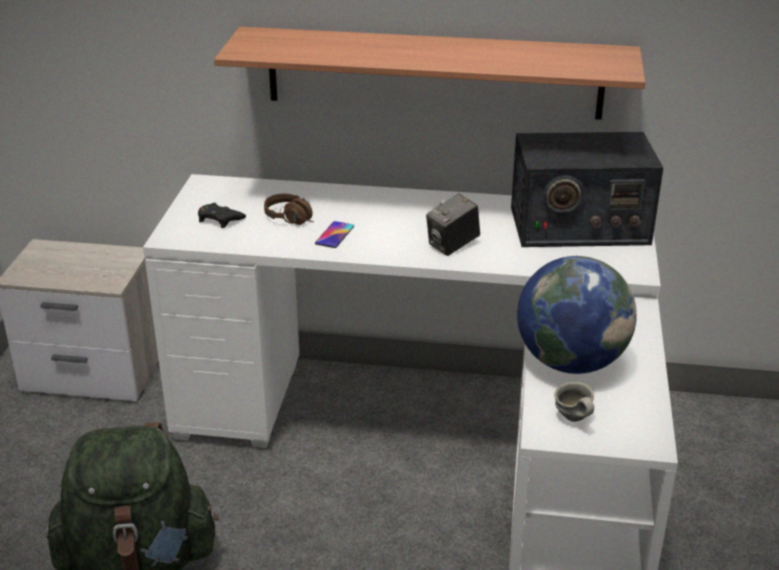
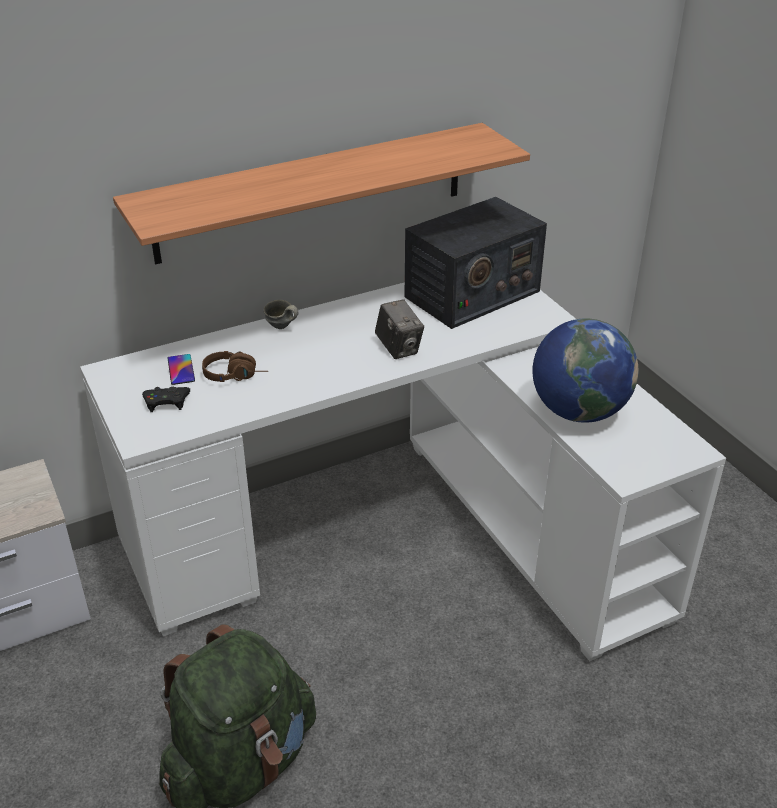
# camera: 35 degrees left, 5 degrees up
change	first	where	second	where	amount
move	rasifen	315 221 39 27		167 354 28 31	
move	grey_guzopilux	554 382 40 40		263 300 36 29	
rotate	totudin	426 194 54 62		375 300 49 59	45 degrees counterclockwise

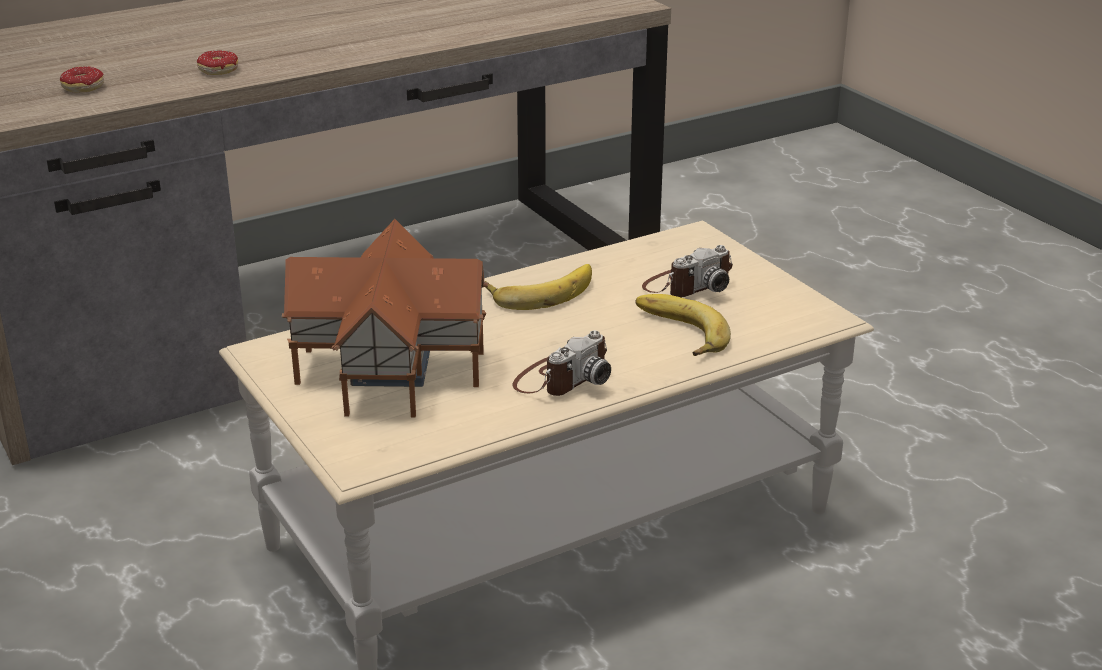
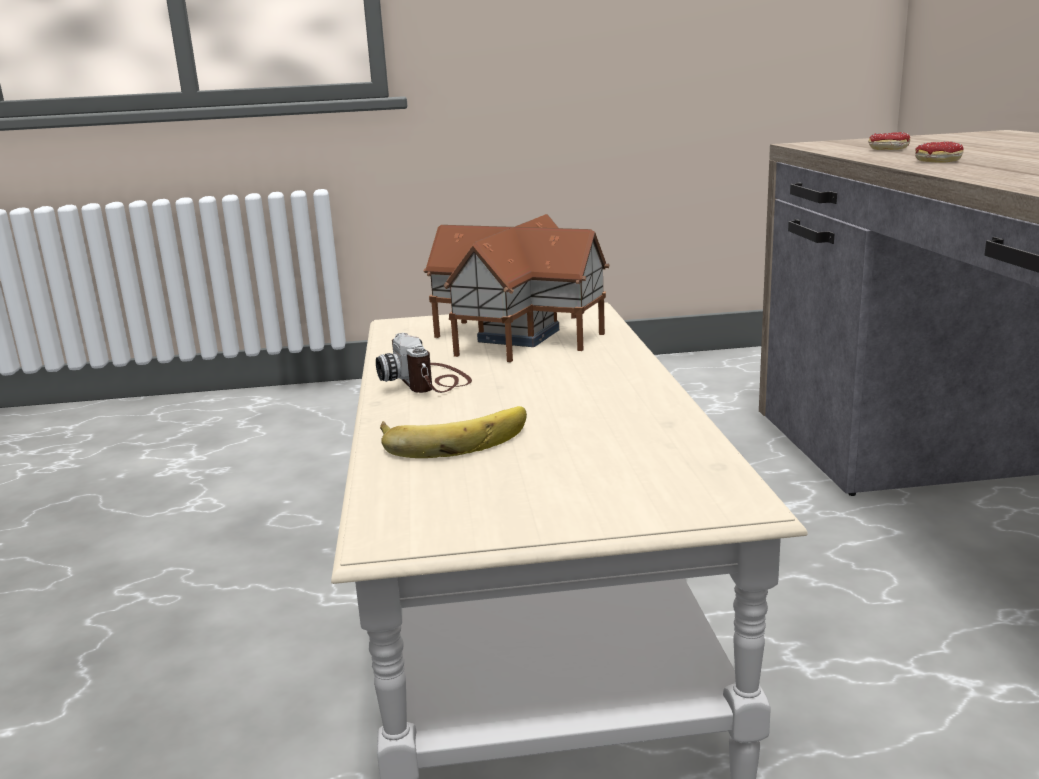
# camera: 115 degrees right, 10 degrees down
change	first	where	second	where	amount
delete	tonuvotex	485 264 107 46			
delete	totudin	642 245 91 52			

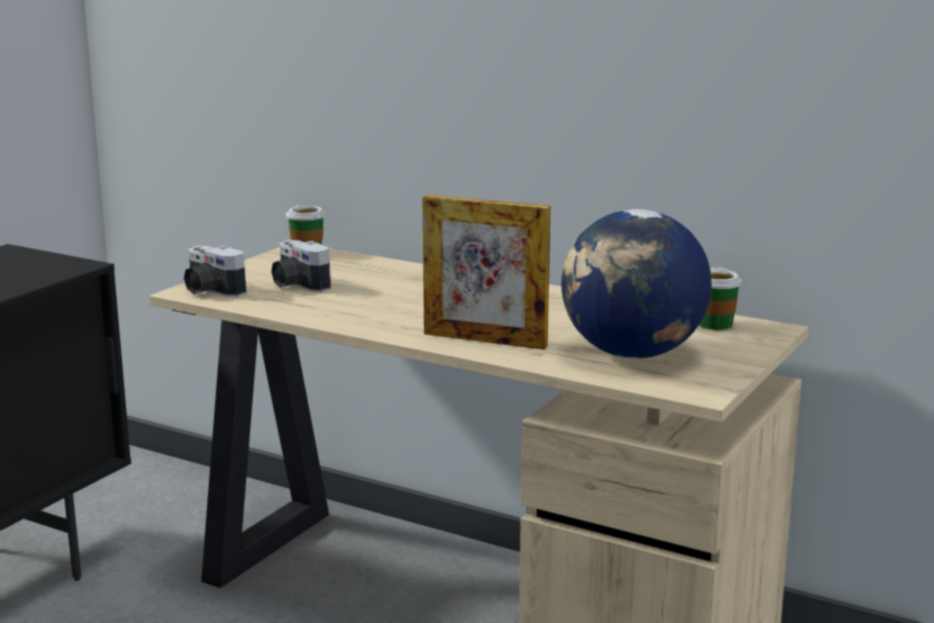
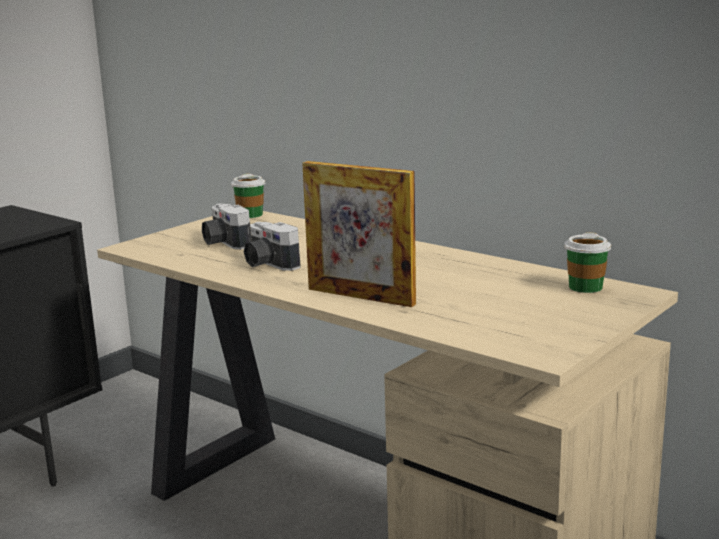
# camera: 10 degrees right, 0 degrees up
change	first	where	second	where	amount
move	totudin	184 246 63 51		244 222 57 49	
delete	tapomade	561 209 150 149			

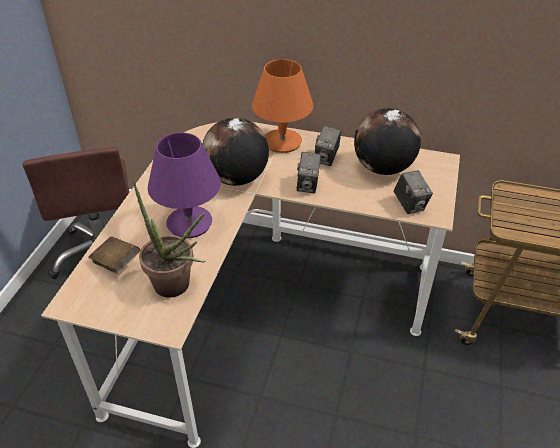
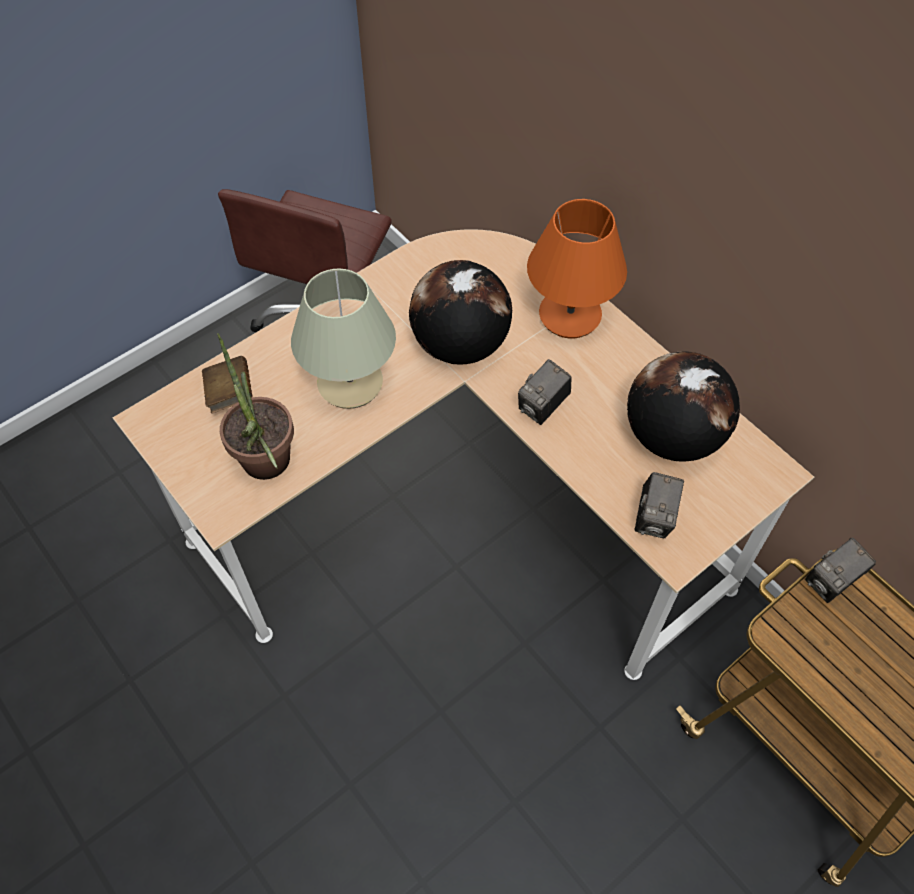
# camera: 35 degrees right, 15 degrees up
change	first	where	second	where	amount
recolor	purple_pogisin	148 133 73 105	beige_pogisin	291 269 105 140	
move	totudin	315 126 26 40		805 538 71 65	

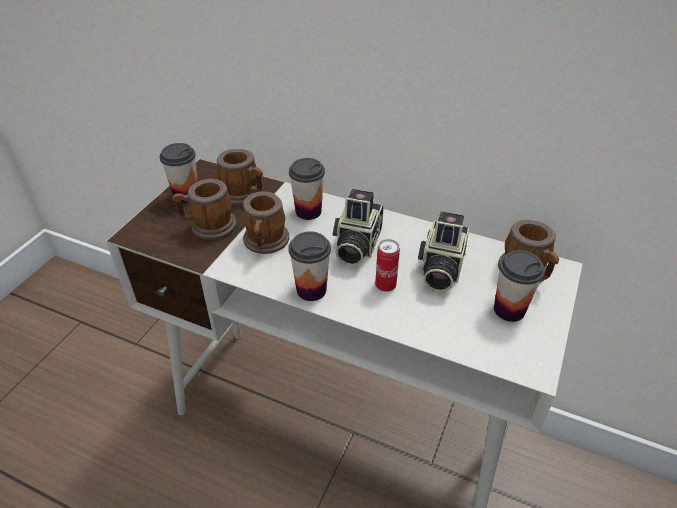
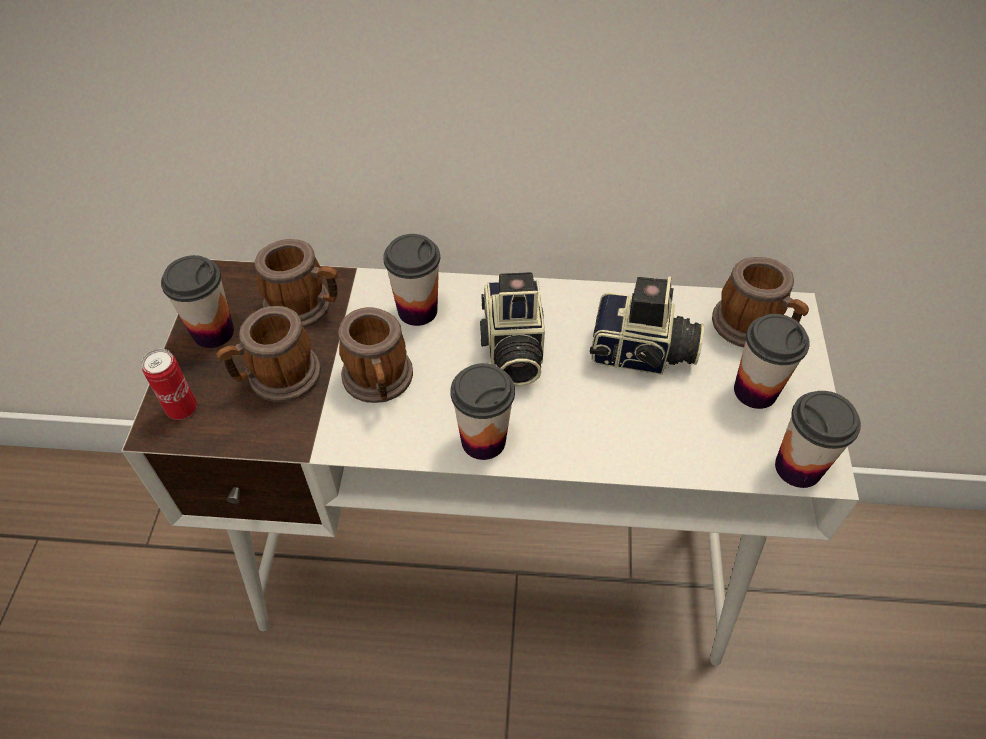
# camera: 20 degrees left, 10 degrees up
change	first	where	second	where	amount
move	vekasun	375 239 25 53		141 349 56 71	
rotate	totudin	418 212 52 80		590 276 114 99	75 degrees counterclockwise
insert			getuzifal	775 391 86 97	

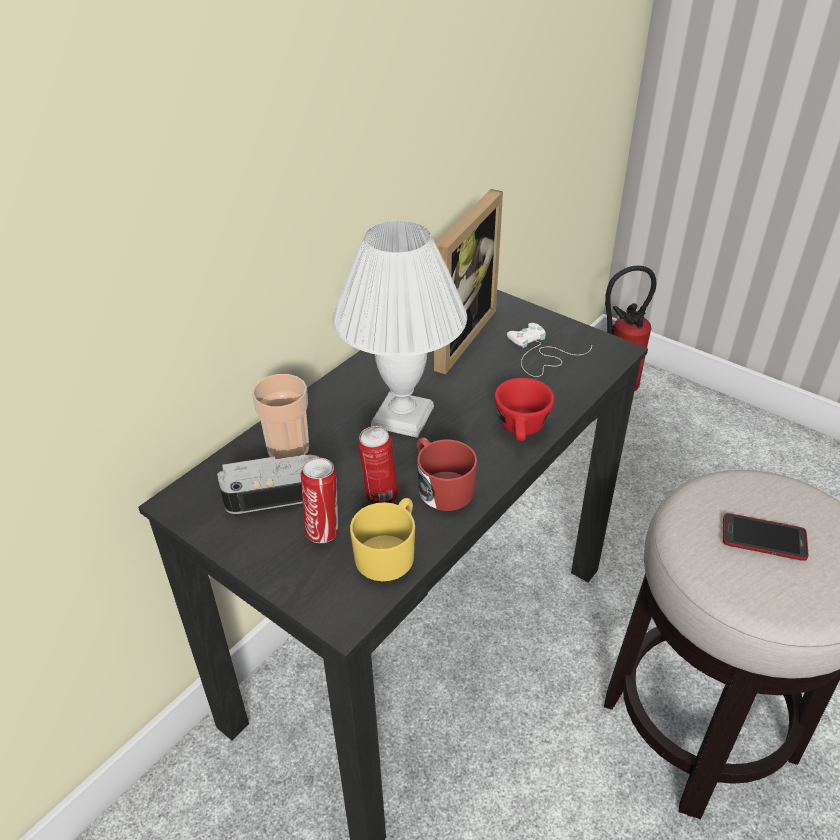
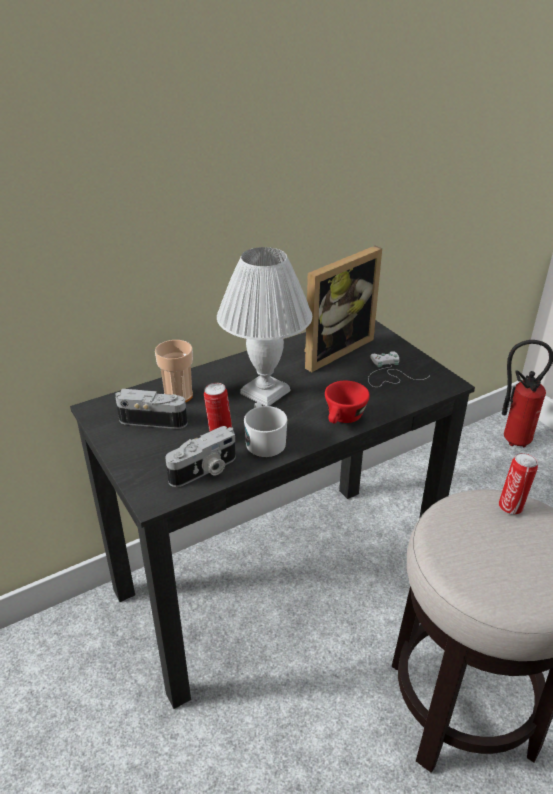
# camera: 20 degrees right, 5 degrees down
change	first	where	second	where	amount
replace	yellow_guzopilux	350 498 65 83	totudin	165 426 71 61	
recolor	red_guzopilux	417 438 60 73	white_guzopilux	244 402 43 55	
move	vekasun	301 458 37 85		499 453 39 62	
delete	rasifen	723 513 85 48			

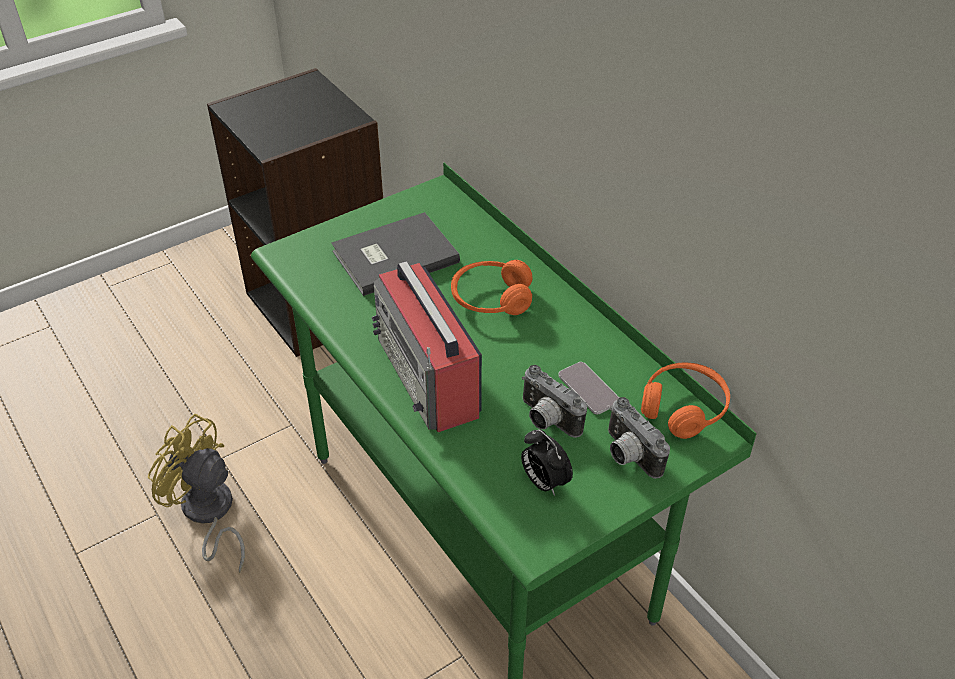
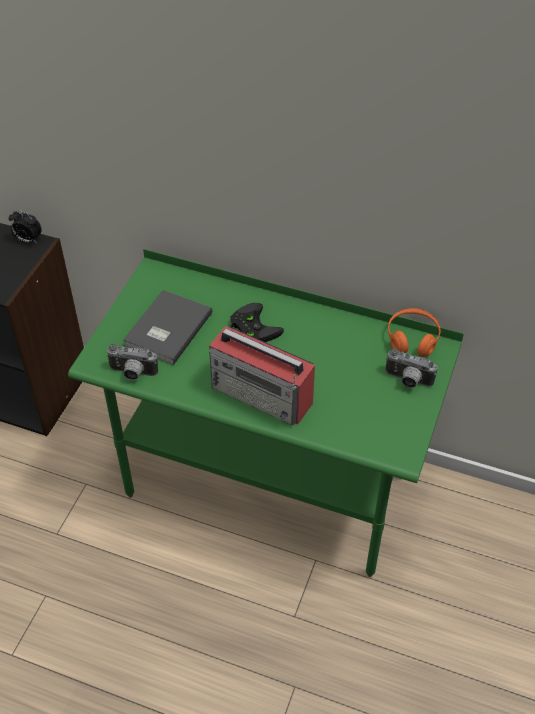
# camera: 35 degrees left, 5 degrees up
change	first	where	second	where	amount
move	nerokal	521 429 52 67		8 210 34 33	
move	totudin	522 365 65 73		106 344 52 36	
replace	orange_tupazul	451 260 82 55	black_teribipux	230 303 54 39	
delete	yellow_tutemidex	148 414 97 159			
delete	rasifen	558 362 61 52			

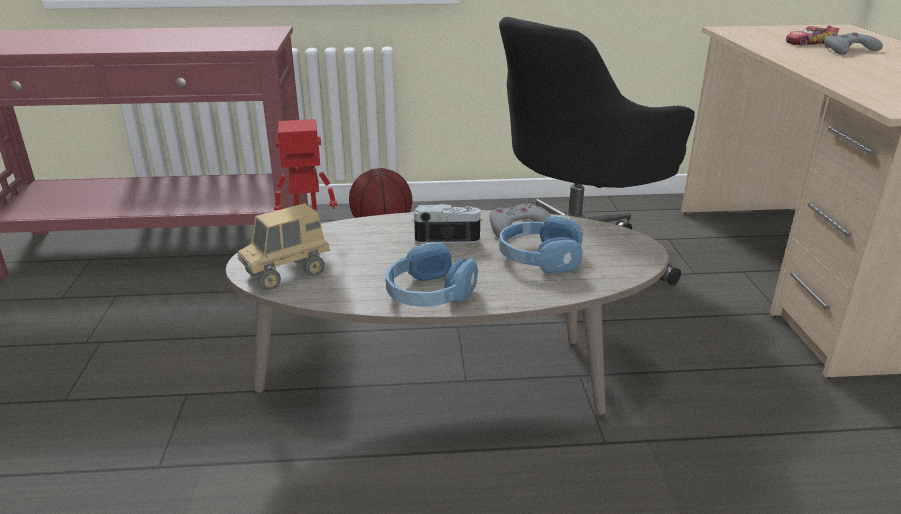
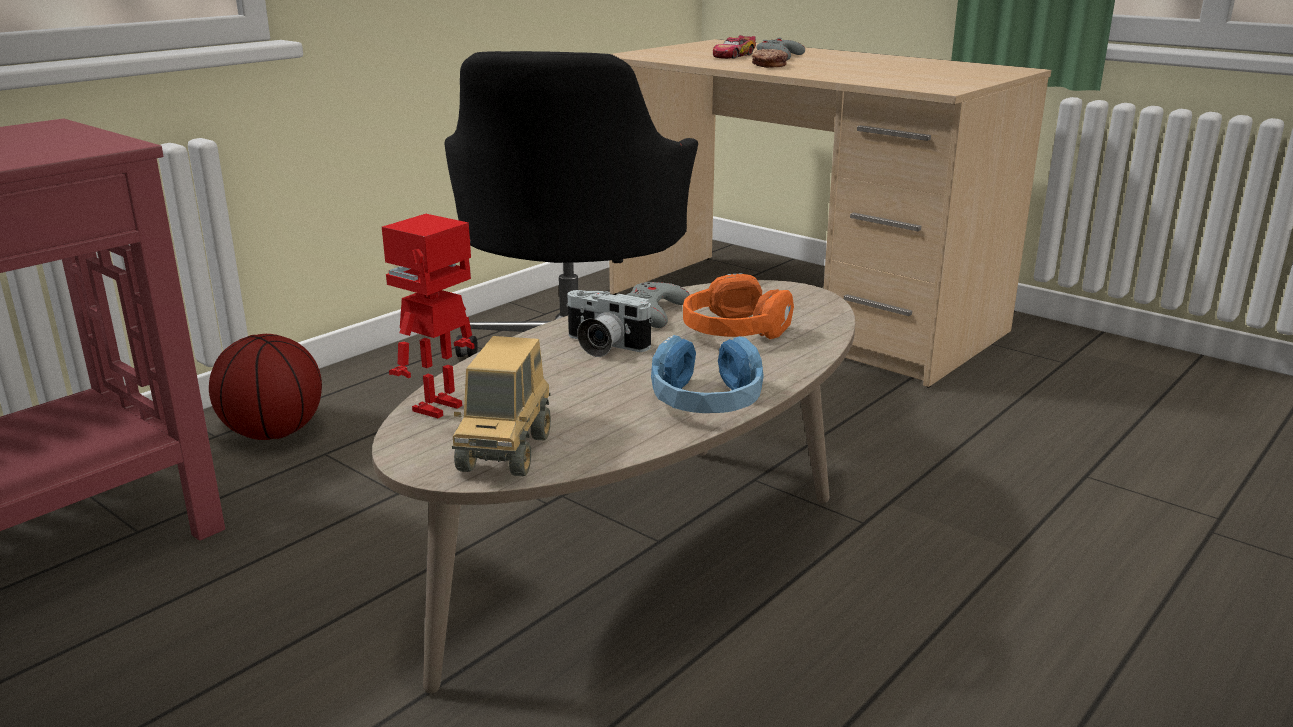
# camera: 45 degrees left, 5 degrees down
change	first	where	second	where	amount
rotate	totudin	412 204 71 39		566 290 87 67	105 degrees counterclockwise
recolor	blue_tupazul	499 216 84 58	orange_tupazul	683 273 111 66	
insert			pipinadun	752 49 36 19	

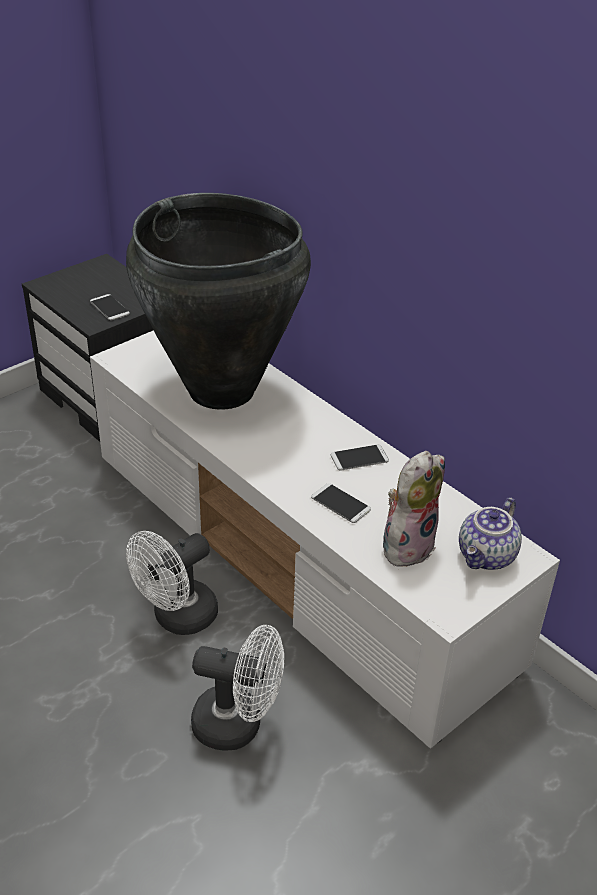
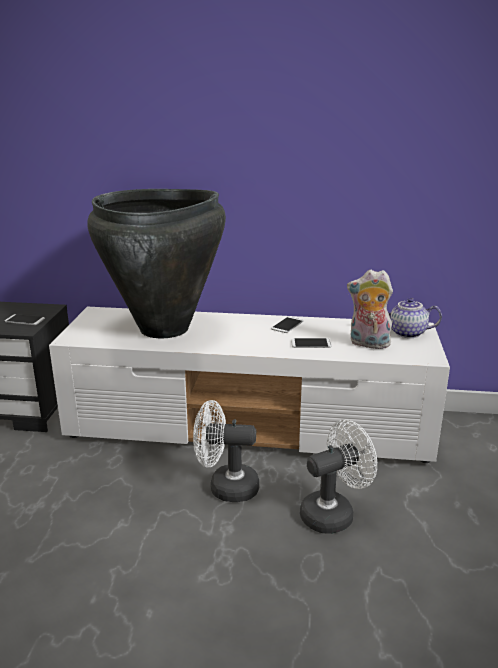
# camera: 40 degrees left, 15 degrees down
change	first	where	second	where	amount
rotate	white_tutemidex	126 531 92 104		193 400 66 102	90 degrees clockwise
rotate	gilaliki	383 451 62 116		347 270 46 79	75 degrees counterclockwise
rotate	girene	459 497 63 73		388 298 54 40	105 degrees clockwise

